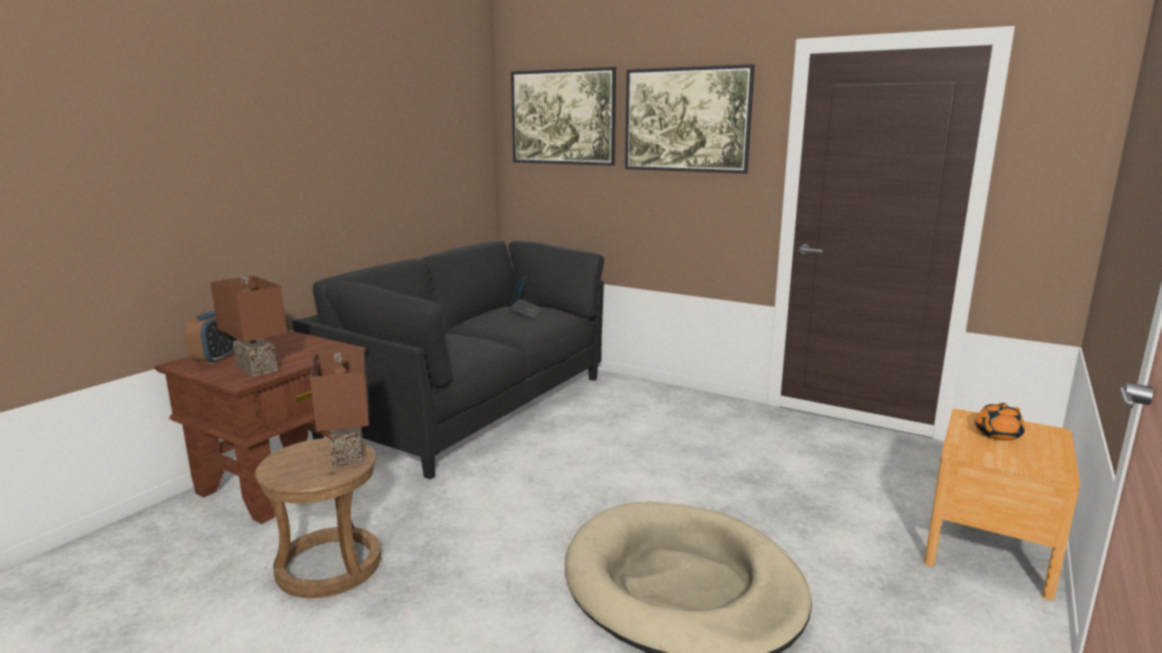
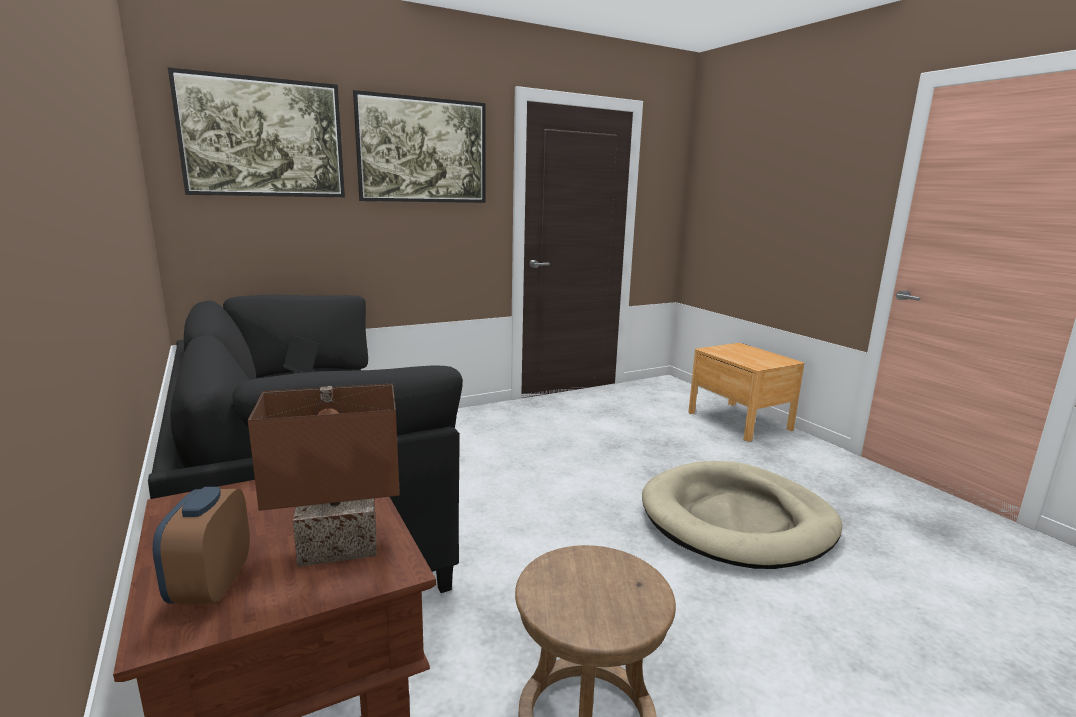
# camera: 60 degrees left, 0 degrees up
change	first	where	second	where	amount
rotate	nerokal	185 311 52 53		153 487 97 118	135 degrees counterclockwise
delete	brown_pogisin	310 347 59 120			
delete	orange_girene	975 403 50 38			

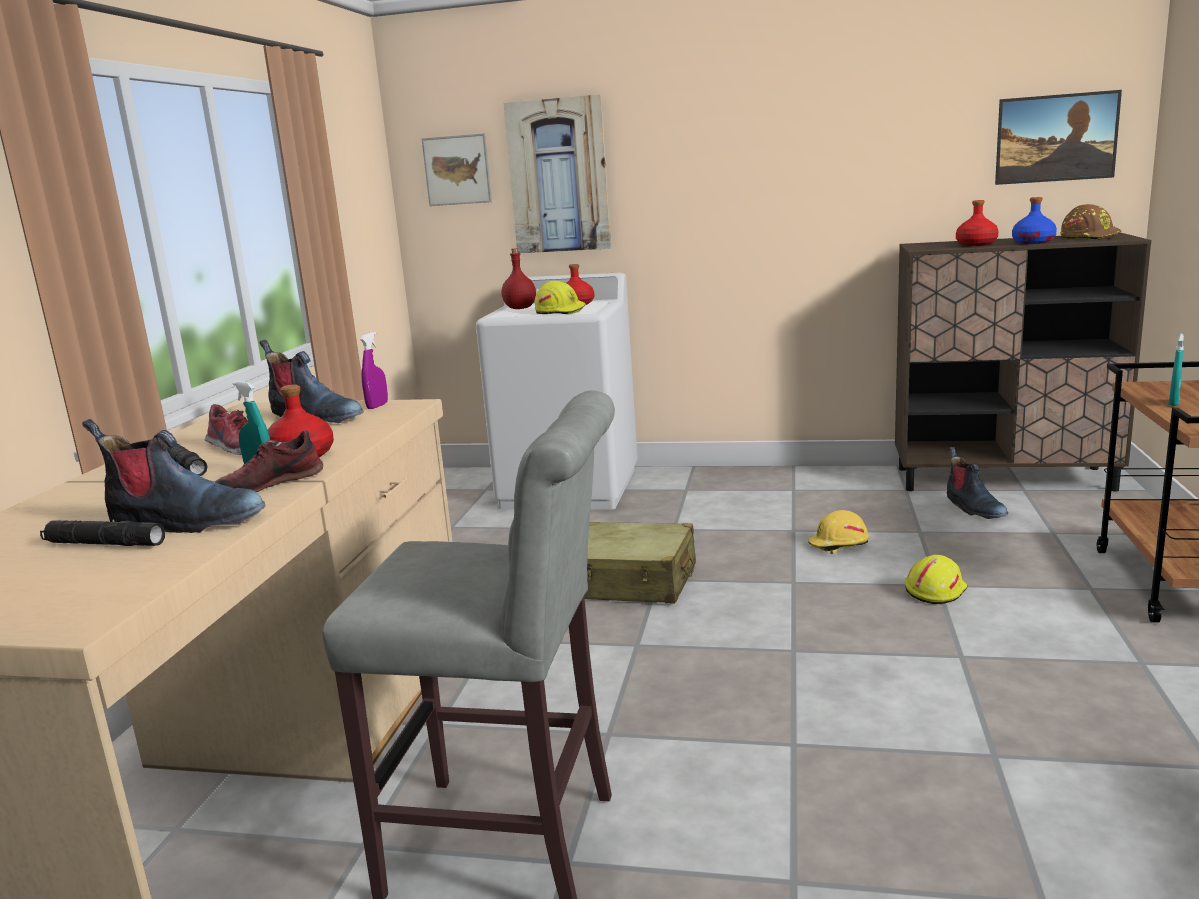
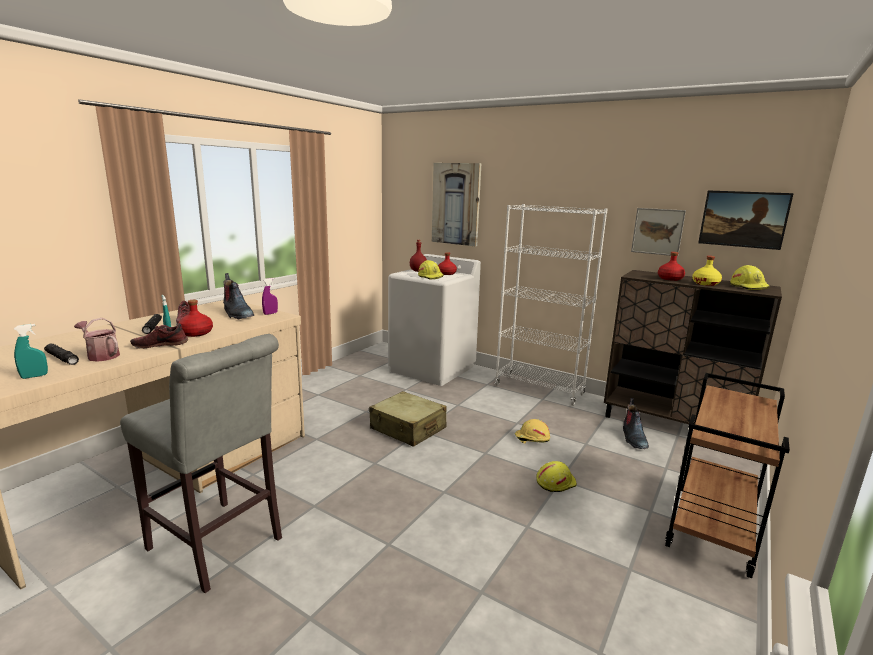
# camera: 20 degrees right, 0 degrees up
change	first	where	second	where	amount
move	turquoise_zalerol	1169 334 15 72		14 324 34 55	
replace	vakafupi	82 419 183 114	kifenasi	74 318 46 44	
insert			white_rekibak	495 204 113 202	
move	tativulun	422 133 70 73		631 208 55 48	
recolor	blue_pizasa	1012 197 45 47	yellow_pizasa	692 256 30 30	
recolor	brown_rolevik	1060 204 62 36	yellow_rolevik	730 265 40 25	

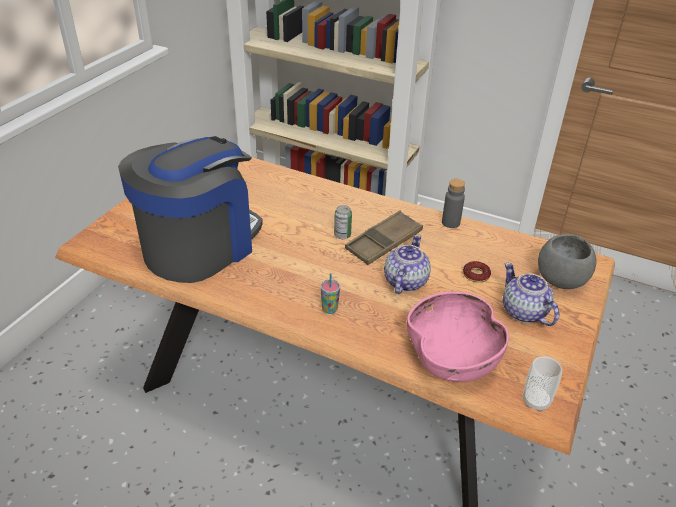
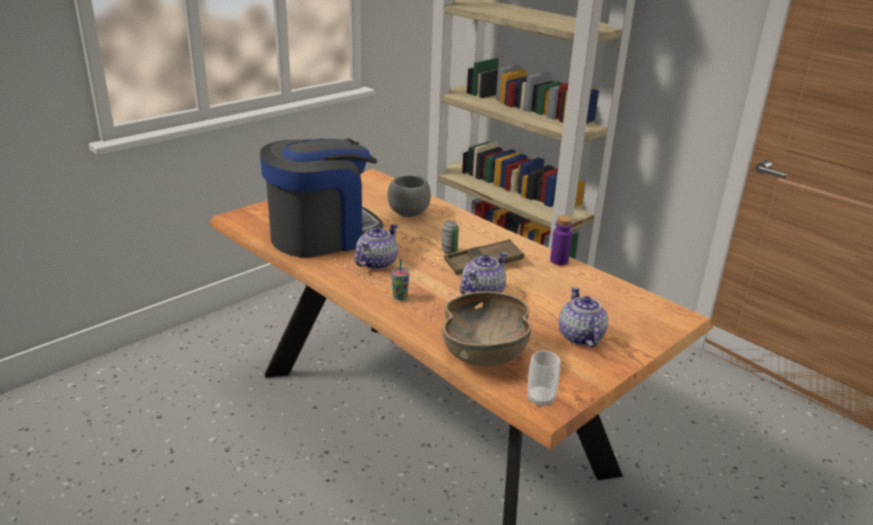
# camera: 20 degrees right, 10 degrees down
change	first	where	second	where	amount
insert			girene	355 224 43 45	
move	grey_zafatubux	538 234 58 55		387 175 44 42	
recolor	pink_zafatubux	407 292 102 90	brown_zafatubux	443 291 89 76	
recolor	grey_pizasa	442 179 23 49	purple_pizasa	550 215 22 50	
delete	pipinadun	463 261 28 22			

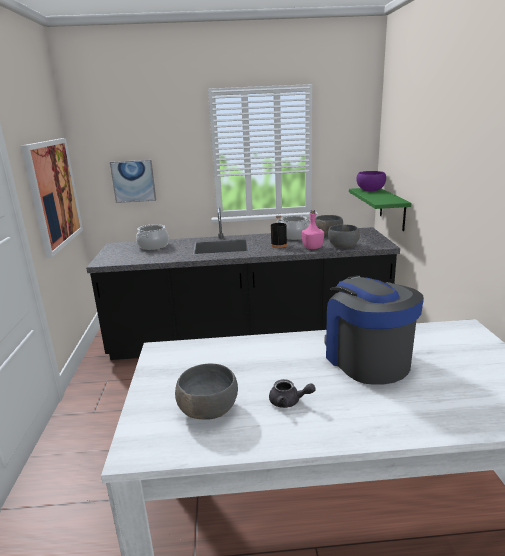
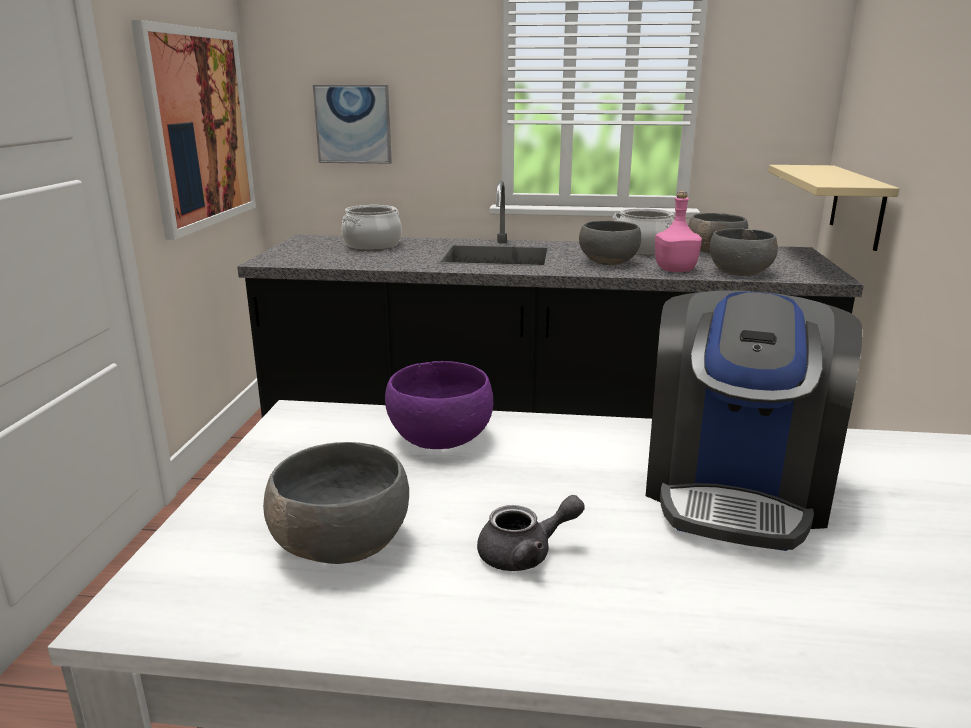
# camera: 10 degrees right, 0 degrees up
change	first	where	second	where	amount
move	purple_zafatubux	356 171 30 20		385 361 108 88	
rotate	grey_girene	269 379 46 29		477 495 108 76	45 degrees counterclockwise
replace	black_pizasa	271 215 16 33	grey_zafatubux	579 221 62 44	
rotate	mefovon	324 275 100 110		646 291 216 260	150 degrees counterclockwise
recolor	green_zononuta	349 188 63 43	beige_zononuta	768 165 131 86	

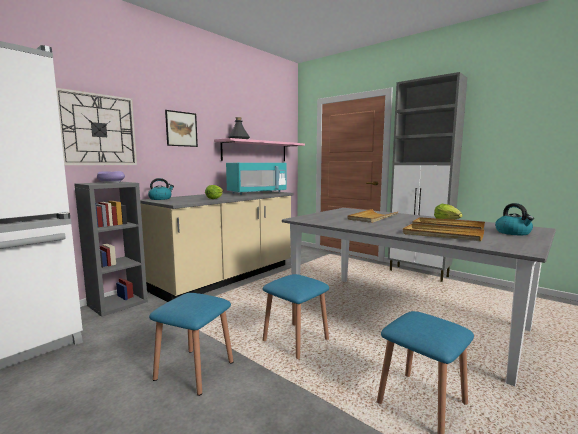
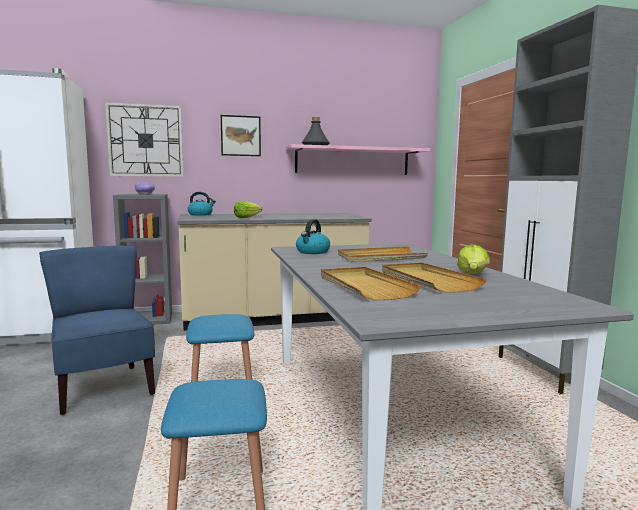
# camera: 35 degrees right, 0 degrees up
change	first	where	second	where	amount
replace	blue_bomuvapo	149 293 84 103	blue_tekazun	39 246 116 169	
move	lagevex	495 203 39 32		296 219 34 35	
delete	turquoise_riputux	226 163 61 32			

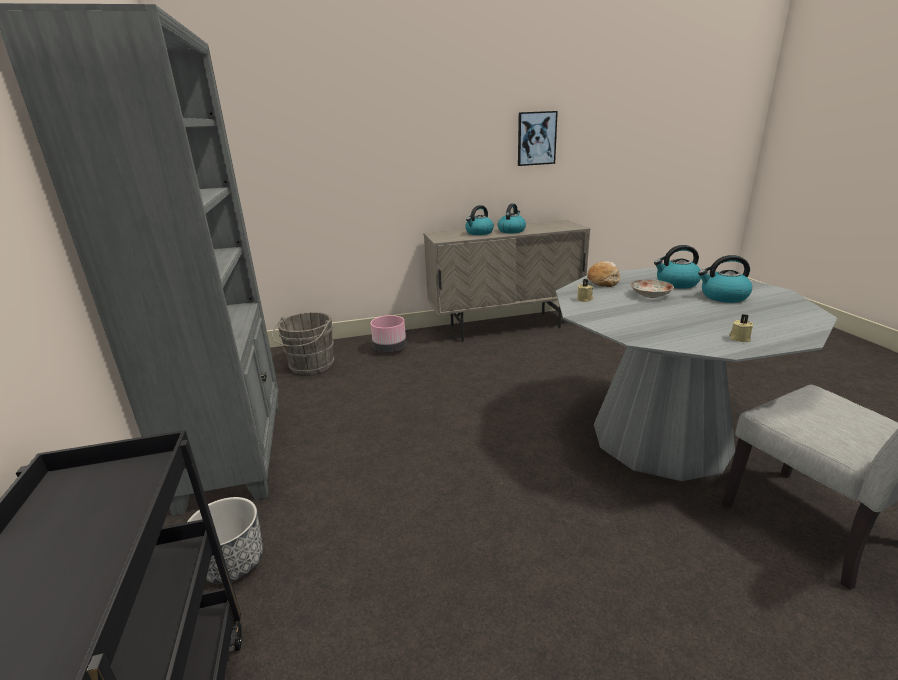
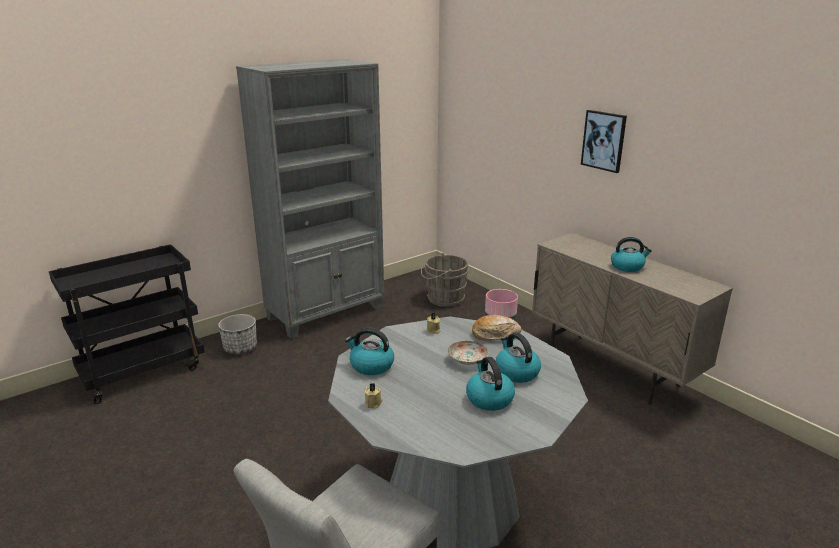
# camera: 65 degrees right, 0 degrees up
change	first	where	second	where	amount
move	lagevex	465 205 29 30		345 328 49 47	
move	tativulun	518 111 40 55		581 110 46 63	

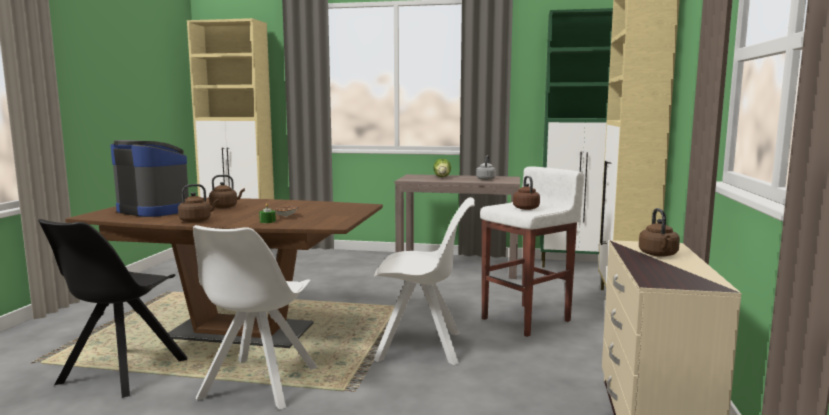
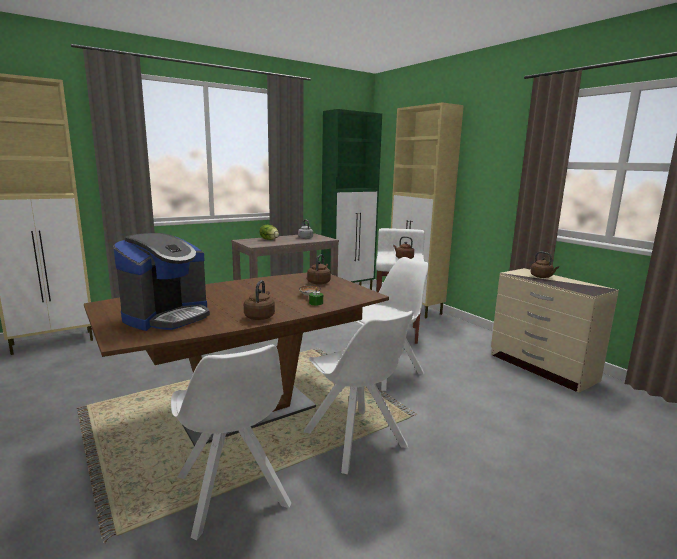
# camera: 45 degrees left, 5 degrees up
change	first	where	second	where	amount
rotate	mefovon	110 140 79 77		113 233 97 98	135 degrees clockwise
recolor	black_tekazun	38 219 149 179	white_tekazun	171 345 120 195	
move	brown_lagevex	209 175 36 33		307 254 24 31	

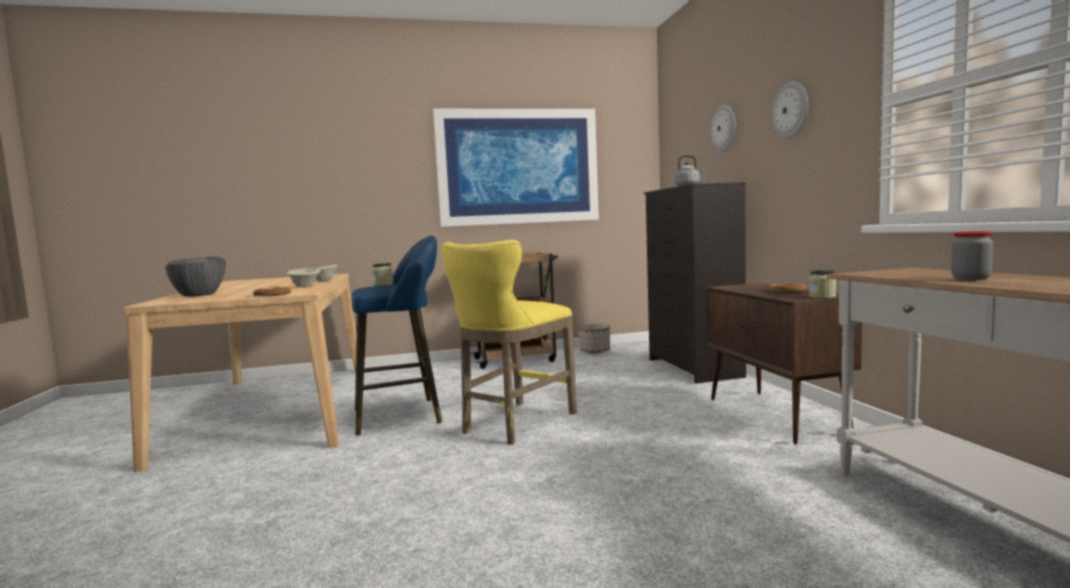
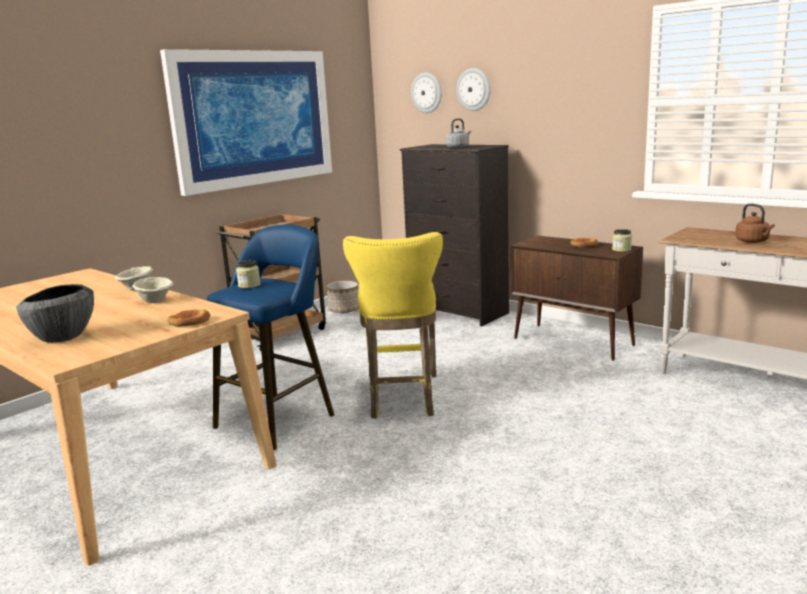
# camera: 35 degrees left, 10 degrees up
change	first	where	second	where	amount
move	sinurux	772 82 36 56		411 73 31 40	
replace	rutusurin	951 231 42 49	brown_lagevex	735 203 40 40	

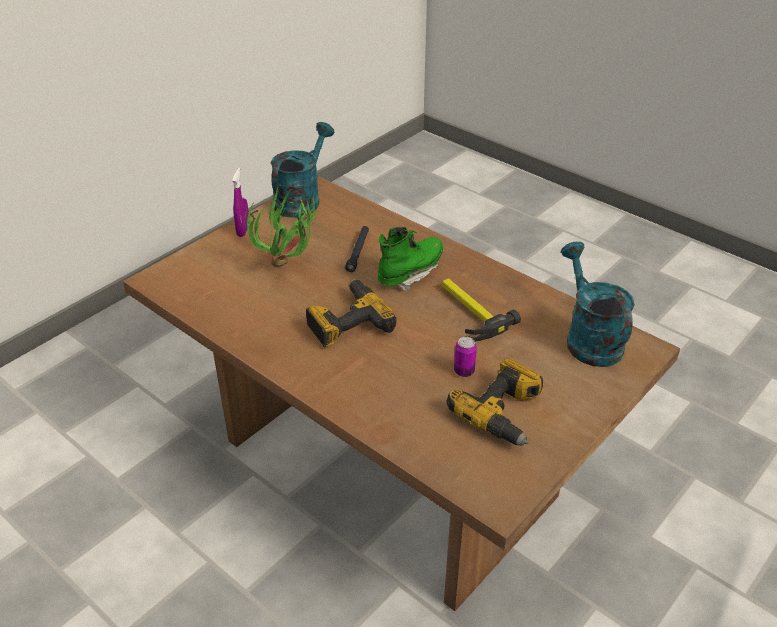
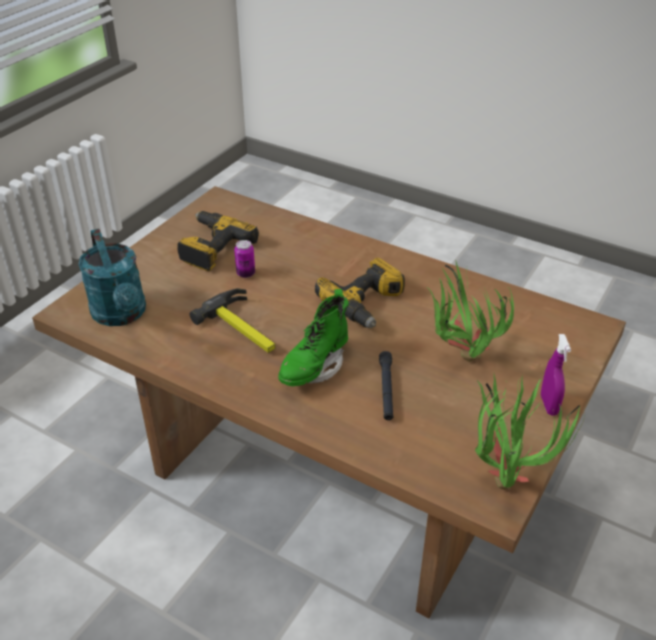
# camera: 170 degrees right, 0 degrees up
change	first	where	second	where	amount
replace	turquoise_kifenasi	271 122 64 96	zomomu	475 374 110 116	

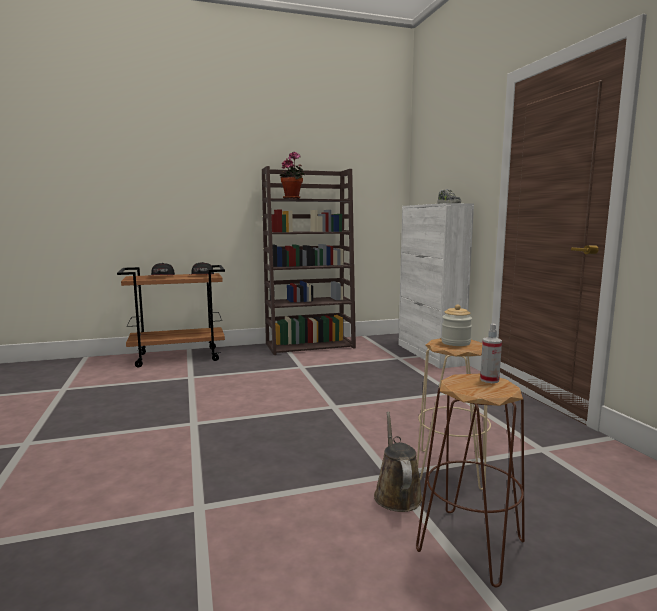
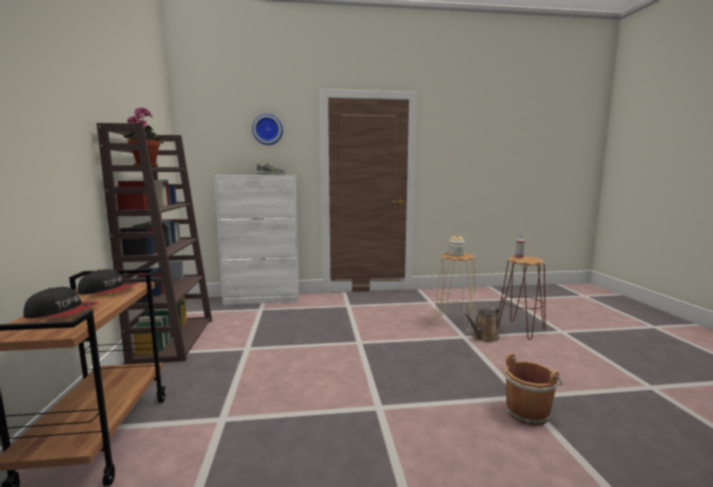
# camera: 80 degrees left, 0 degrees up
change	first	where	second	where	amount
insert			sinurux	252 114 31 31	
rotate	brown_kifenasi	374 411 49 101		464 308 36 34	45 degrees counterclockwise
insert			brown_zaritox	505 353 57 73	

